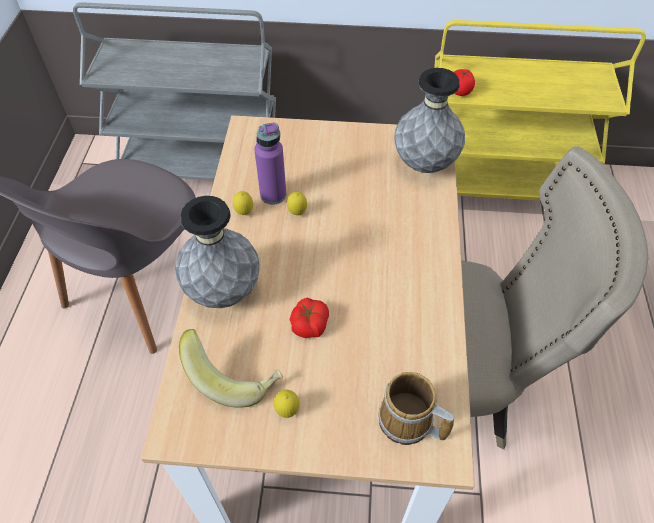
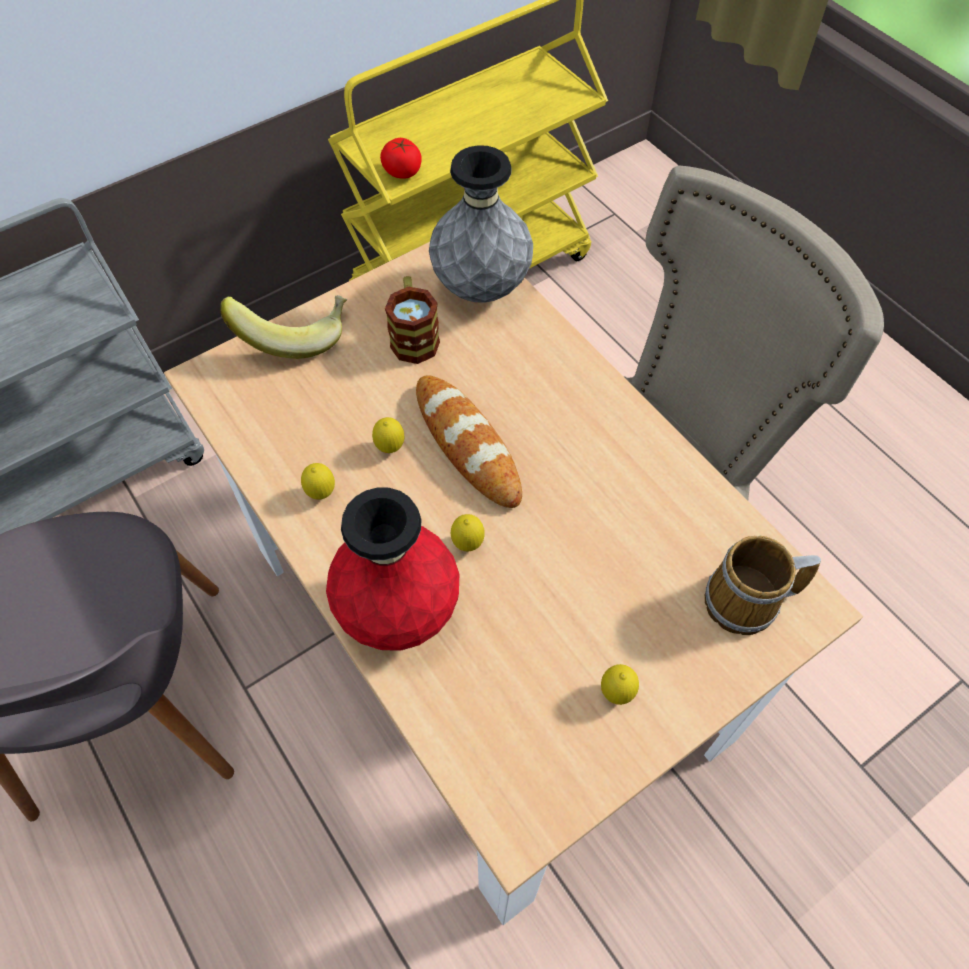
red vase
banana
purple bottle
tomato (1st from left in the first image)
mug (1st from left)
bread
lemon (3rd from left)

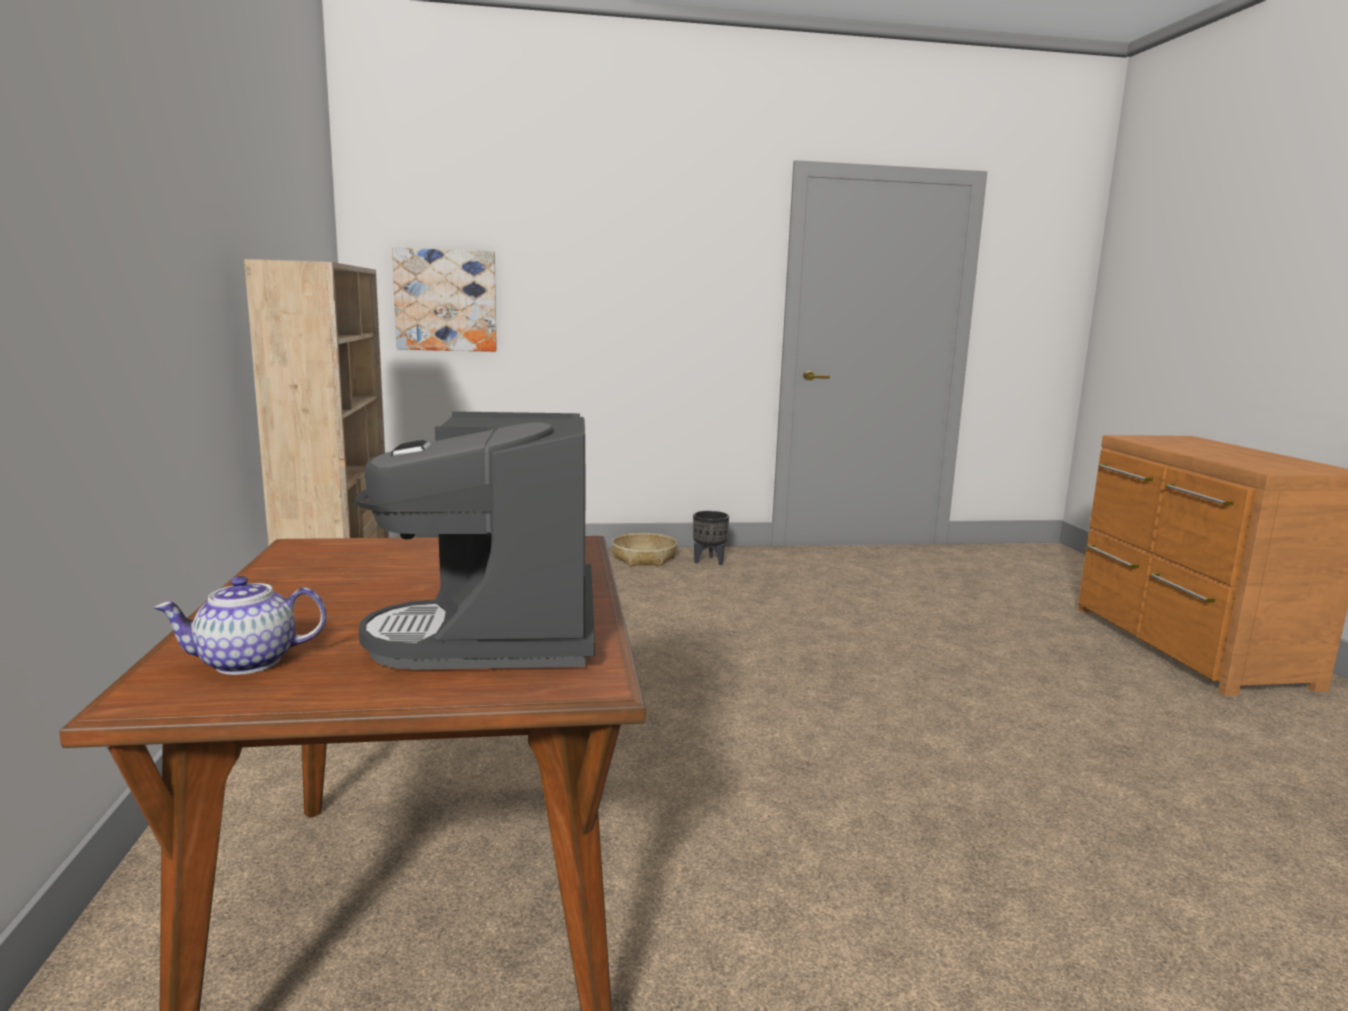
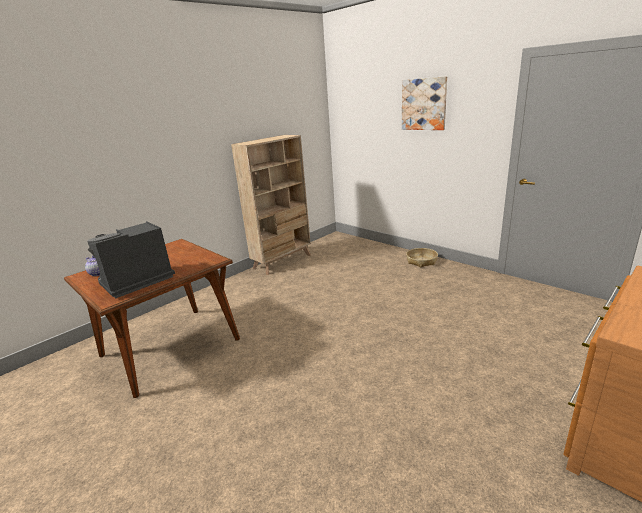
picture
black planter

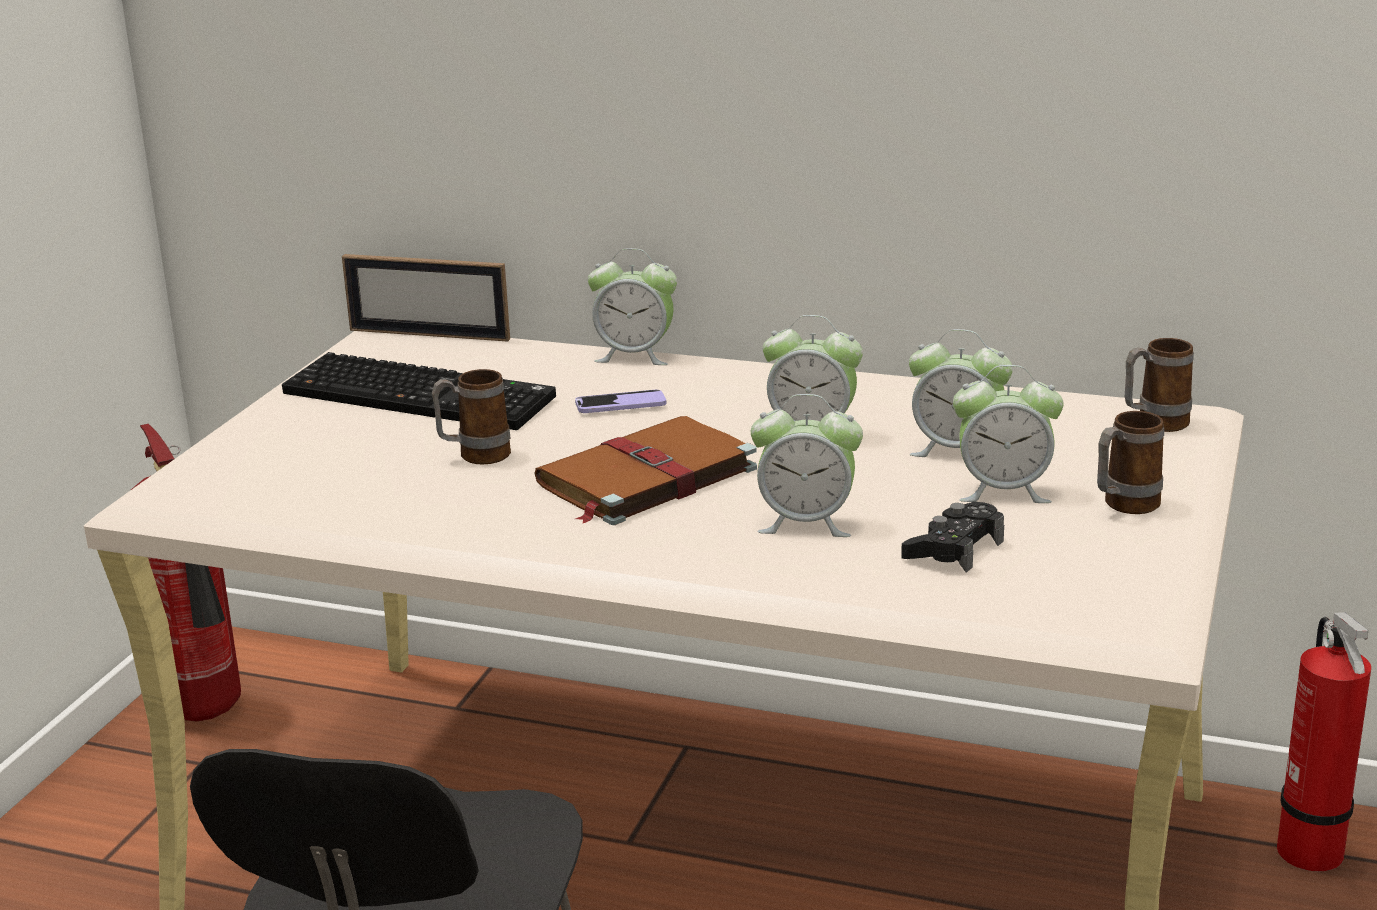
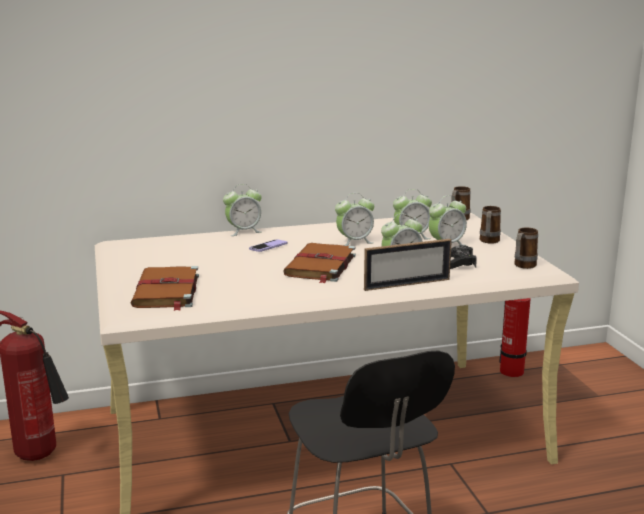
keyboard
picture frame
mug (3rd from left)
brown book (1st from left)

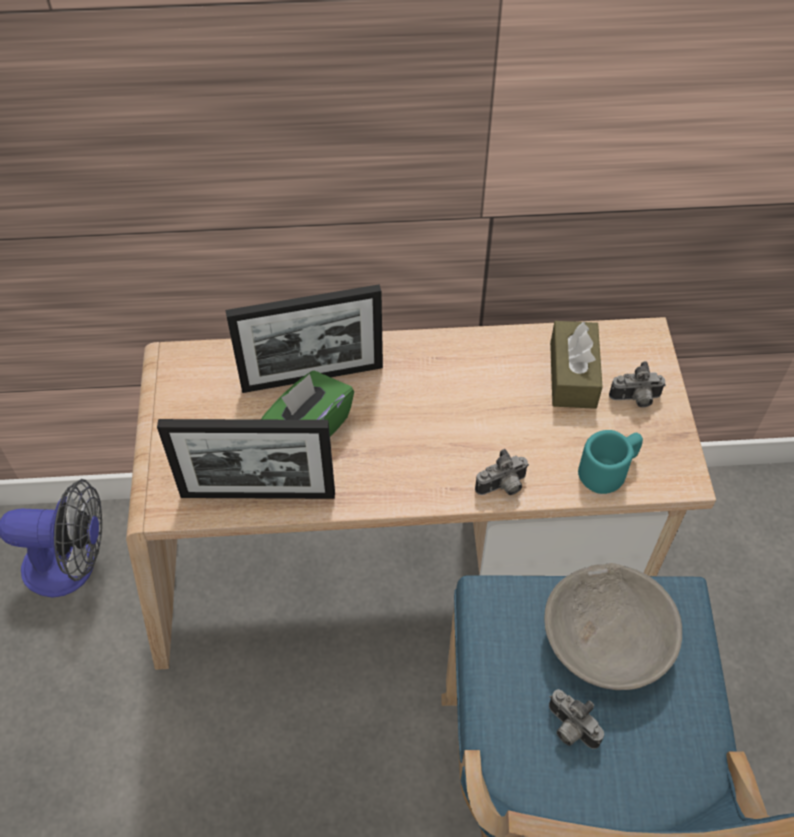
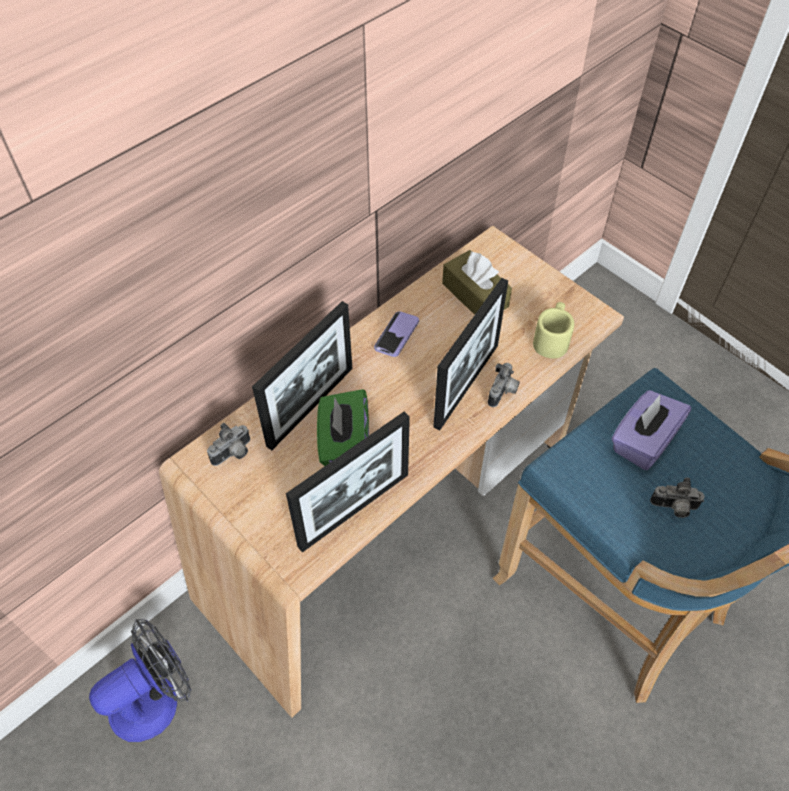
purple tissue box
beige mug
photo camera (1st from left)
phone
picture frame (3rd from left)

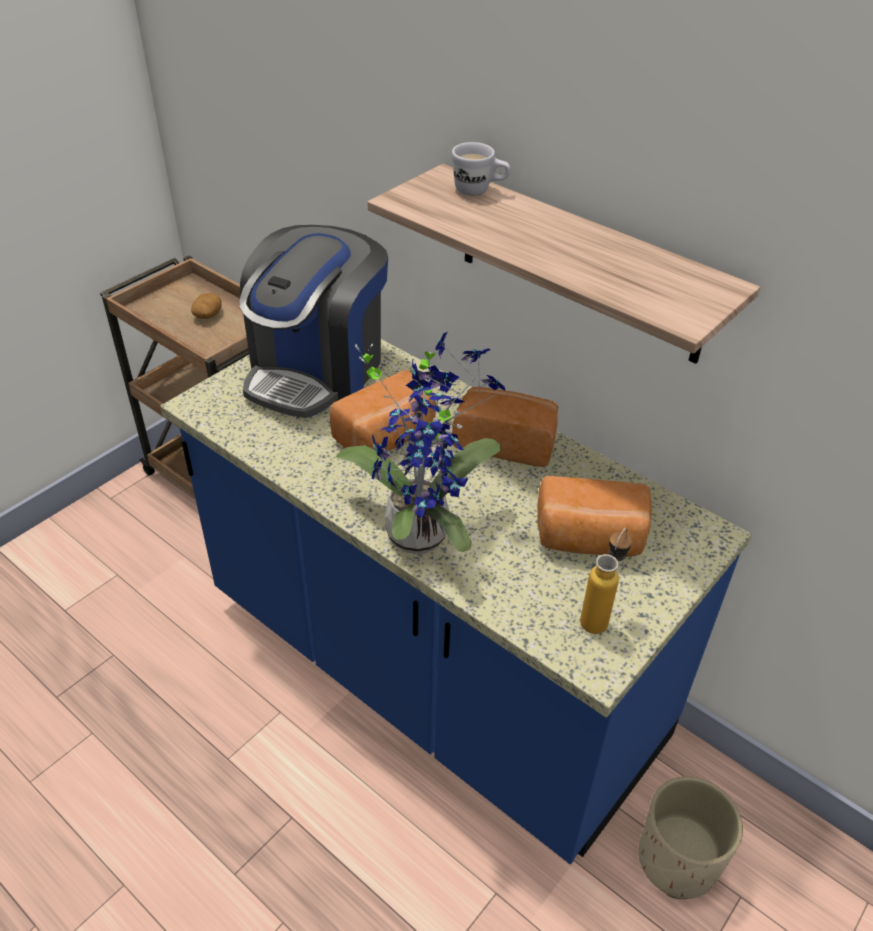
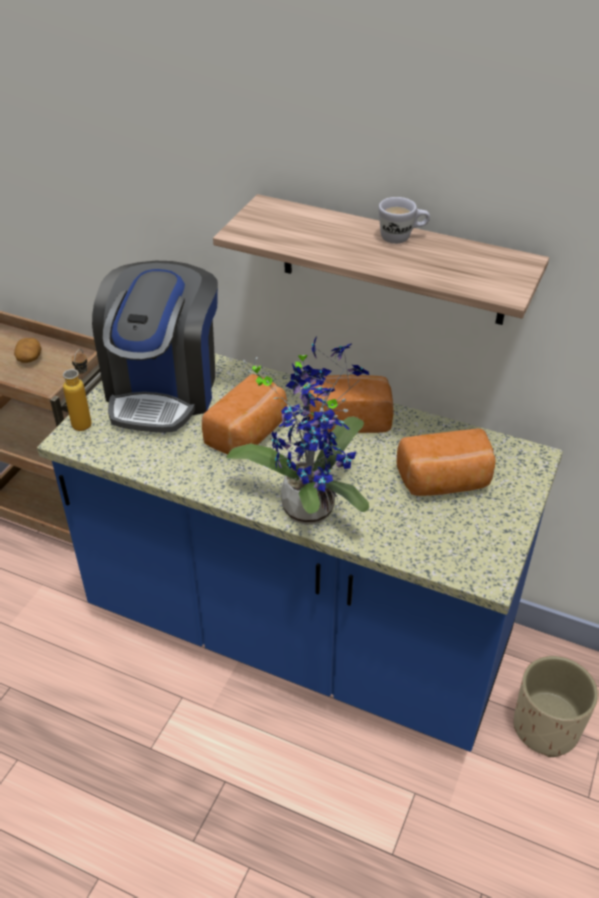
white mug
bottle

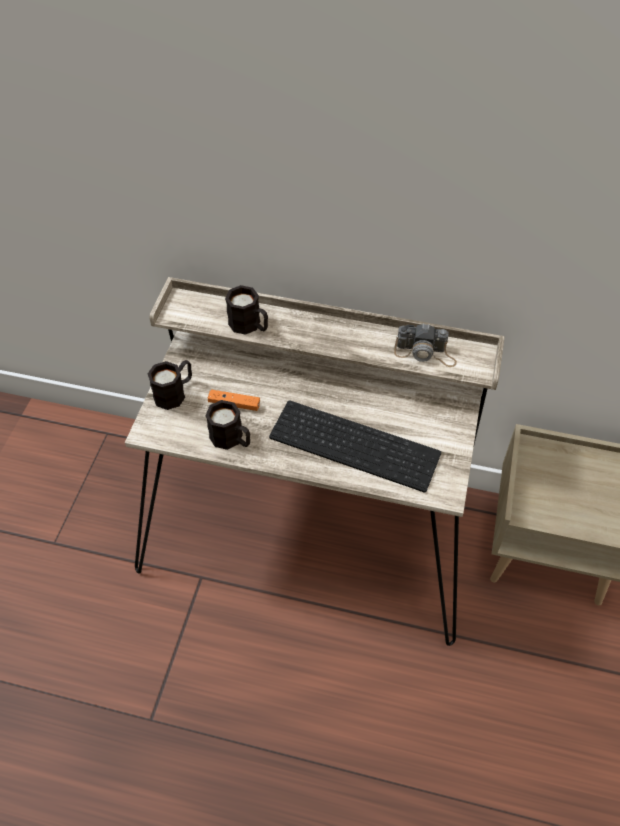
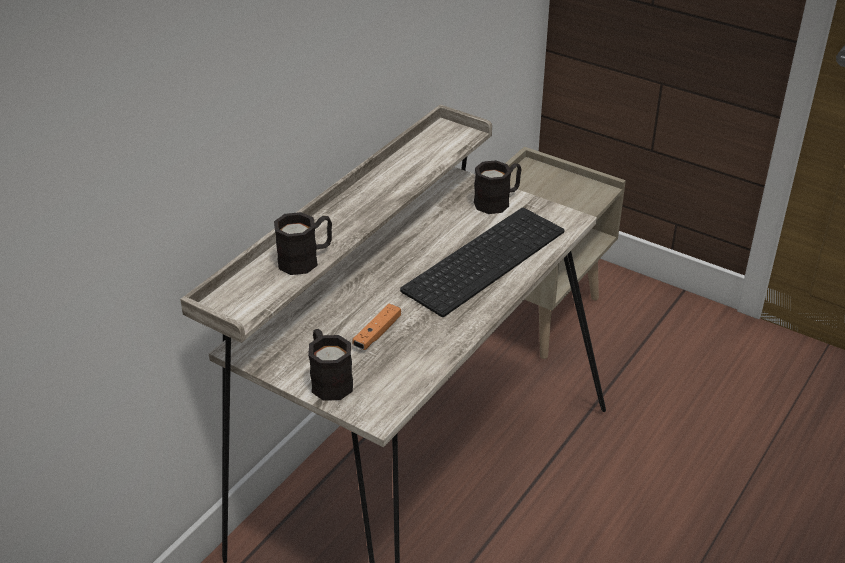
black mug (3rd from left)
photo camera

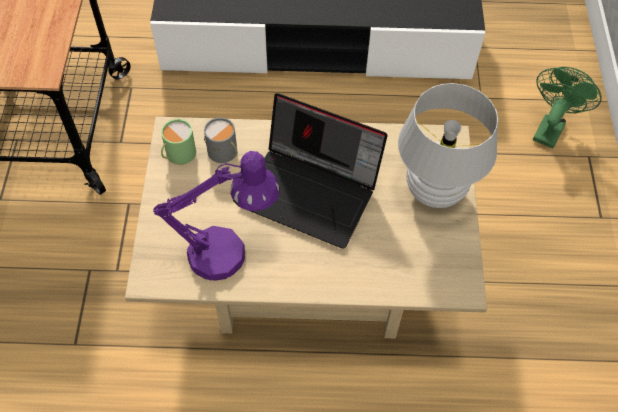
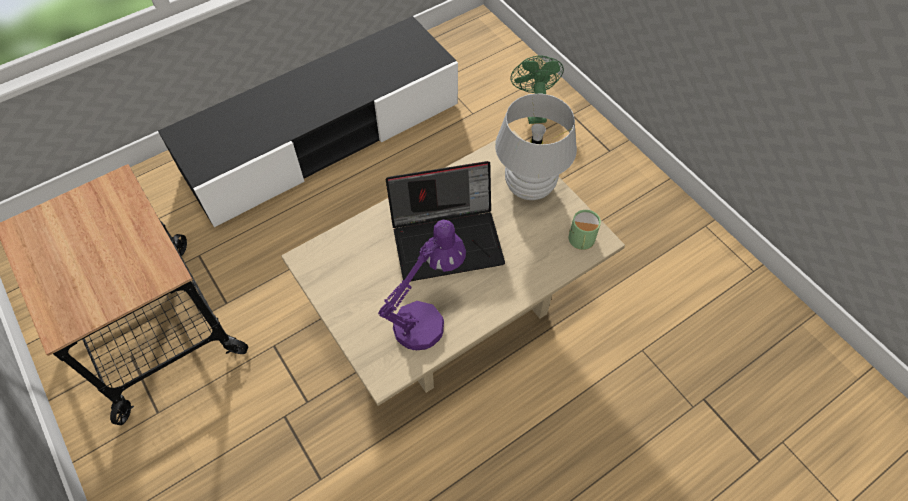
green mug
grey mug

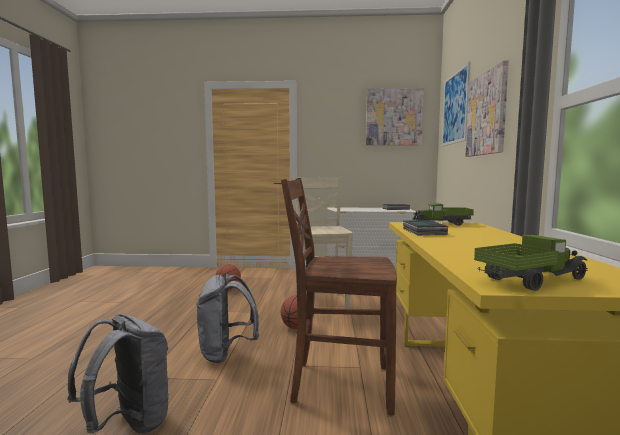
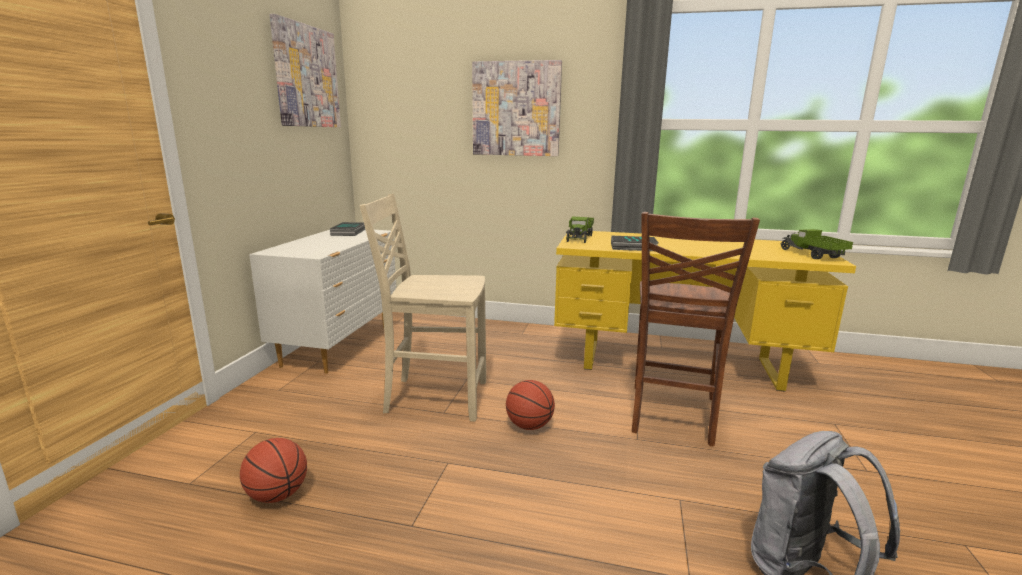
grey backpack (2nd from left in the first image)
picture (2nd from left in the first image)

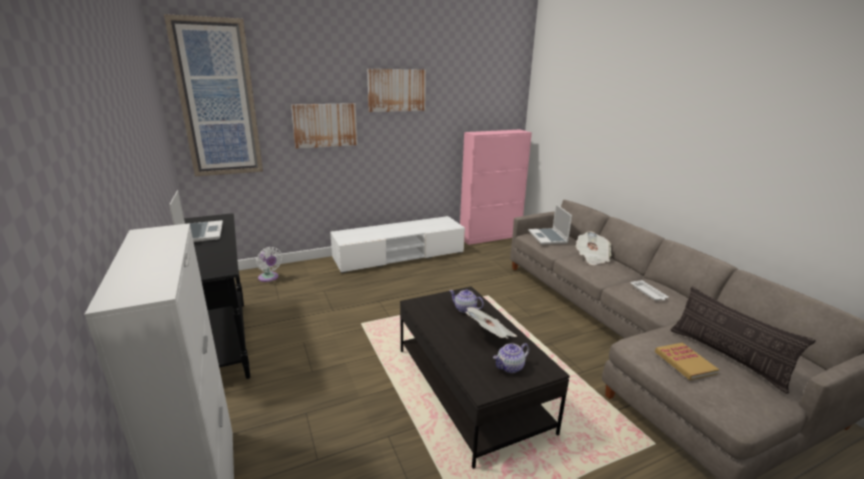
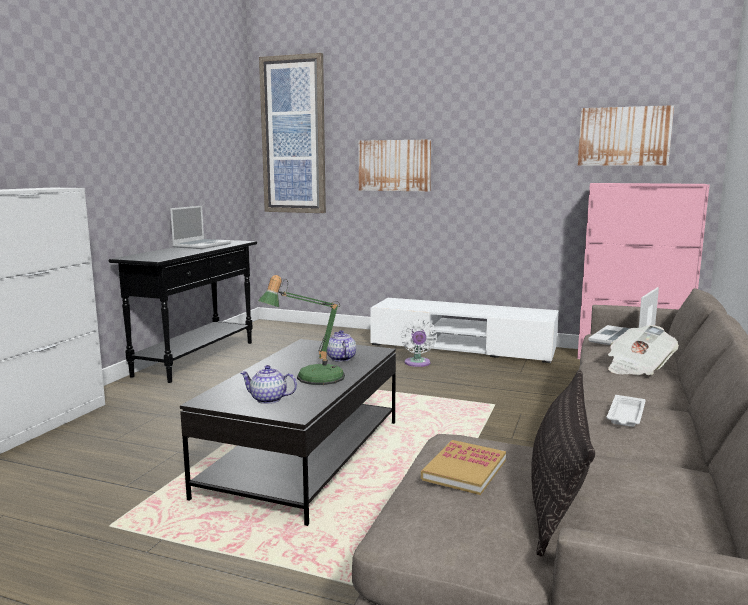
white fan
picture (3rd from left)
table lamp

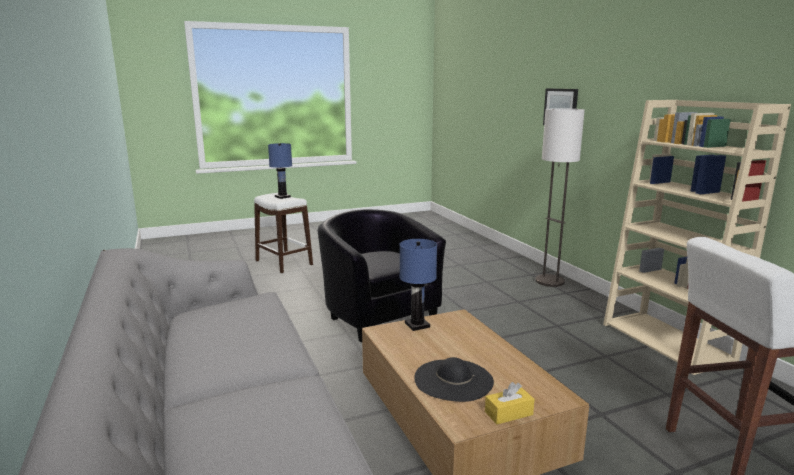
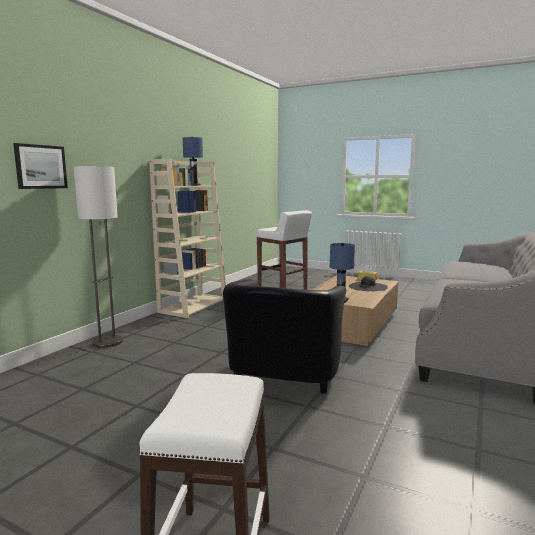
blue table lamp (1st from left)

